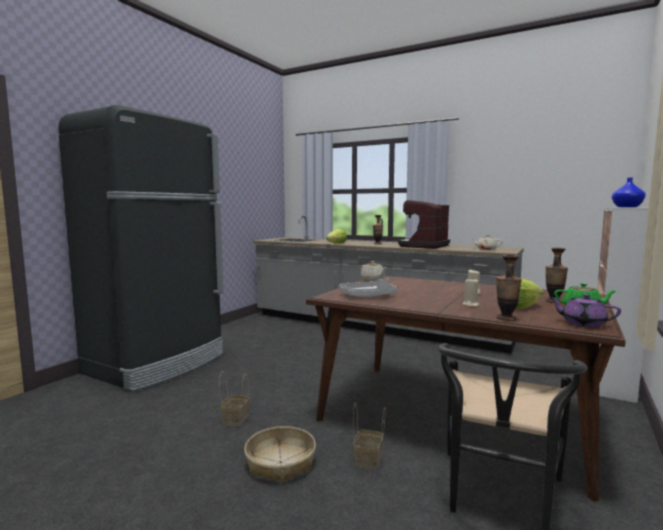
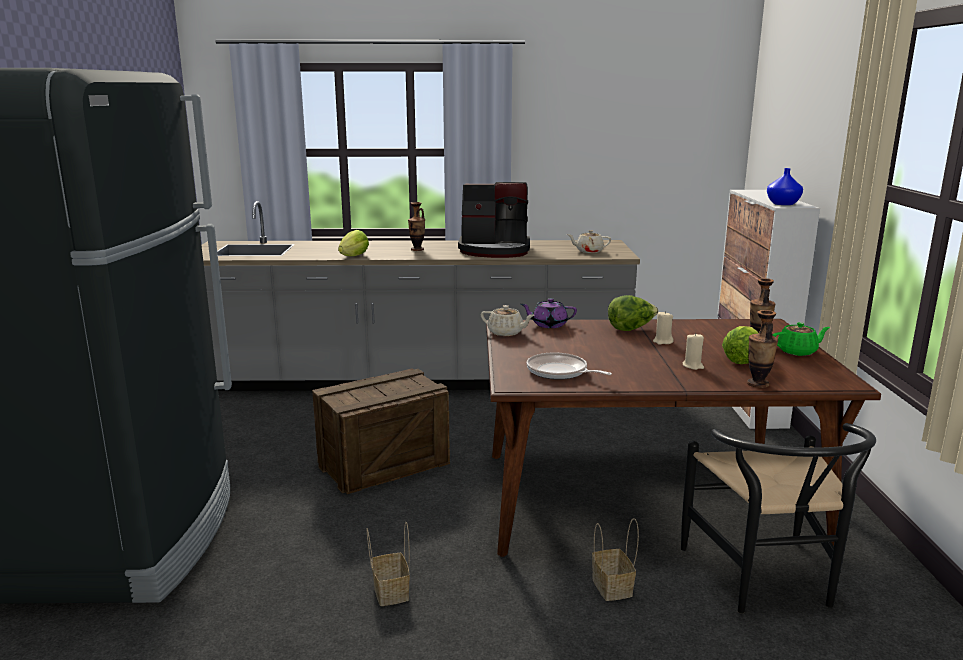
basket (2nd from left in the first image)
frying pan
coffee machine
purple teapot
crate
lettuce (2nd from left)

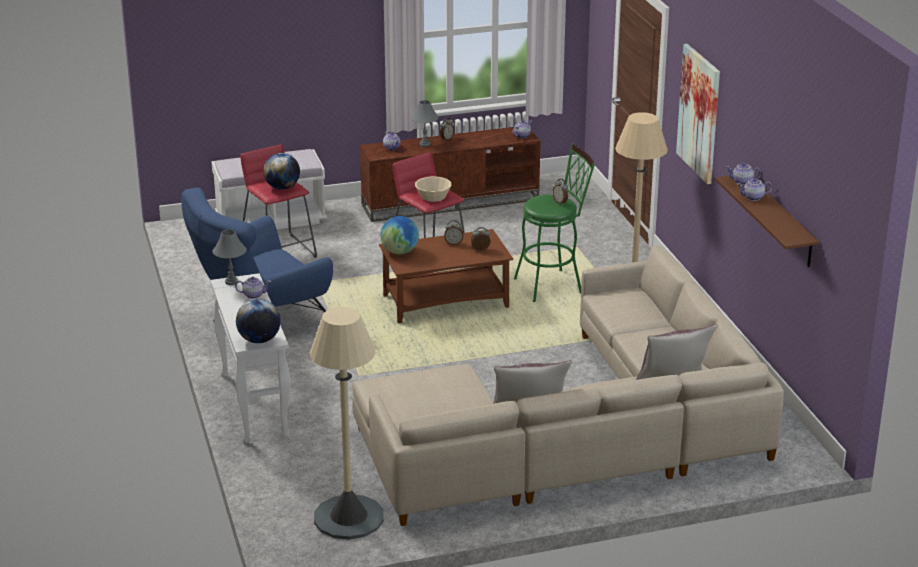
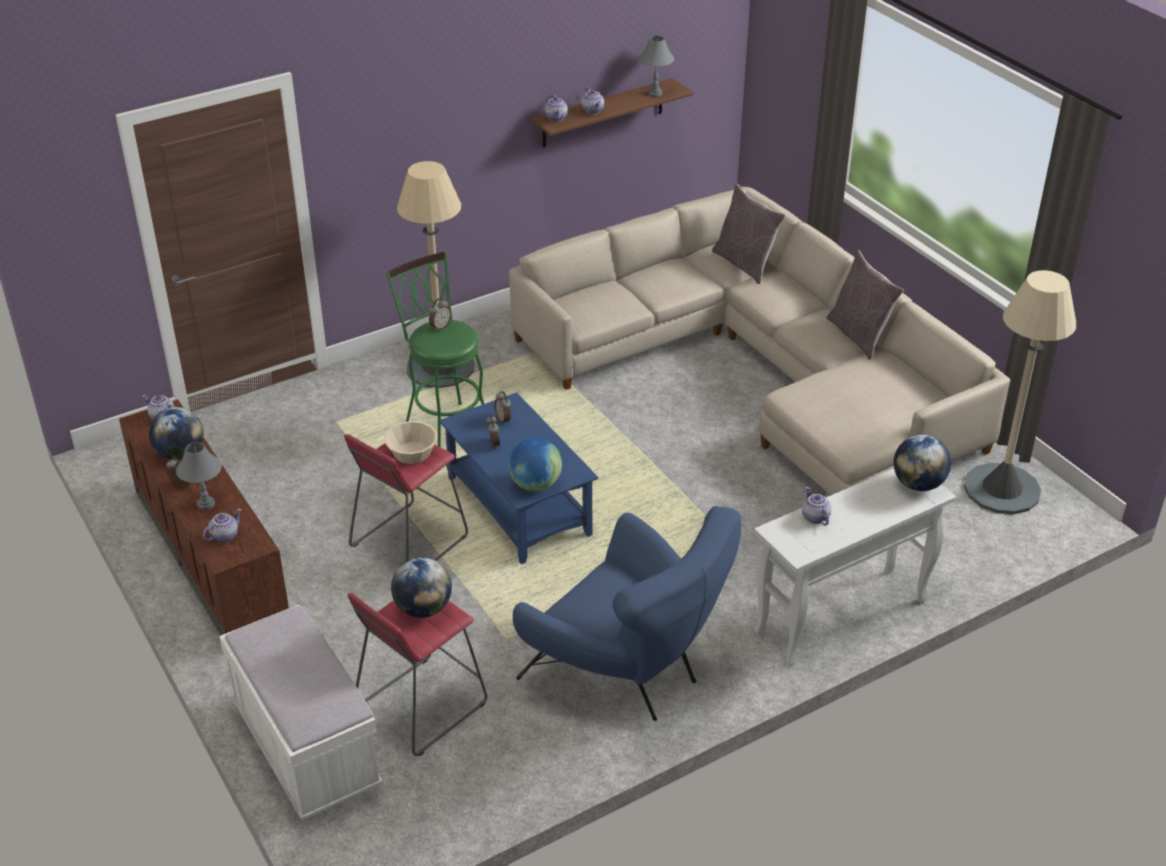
grey table lamp (2nd from left)
blue coffee table
picture
globe (1st from left)

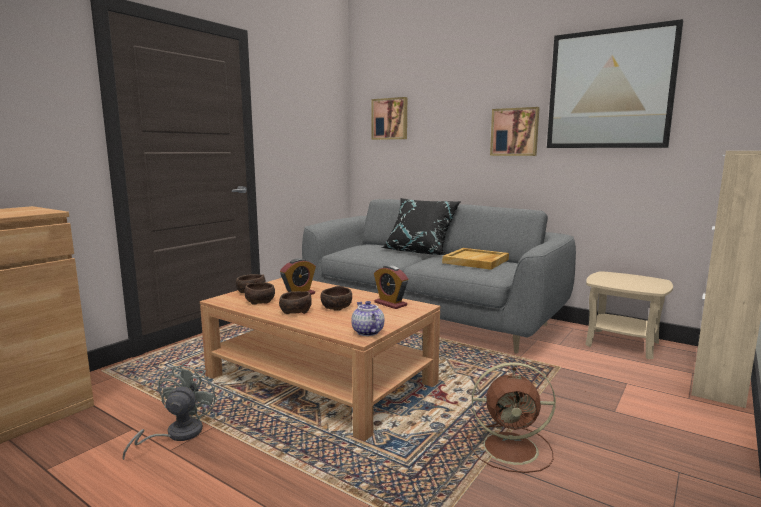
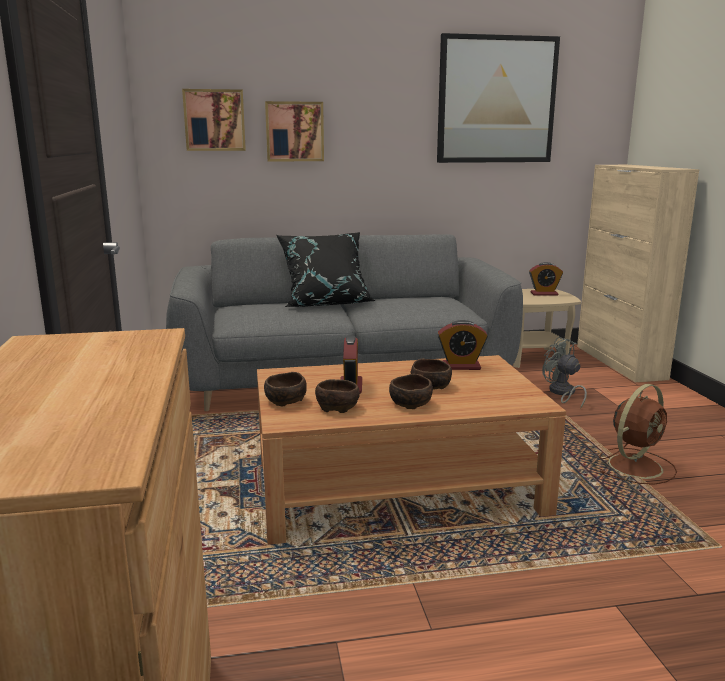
grey fan
teapot
beige tray
picture (2nd from left)
alarm clock (3rd from left)

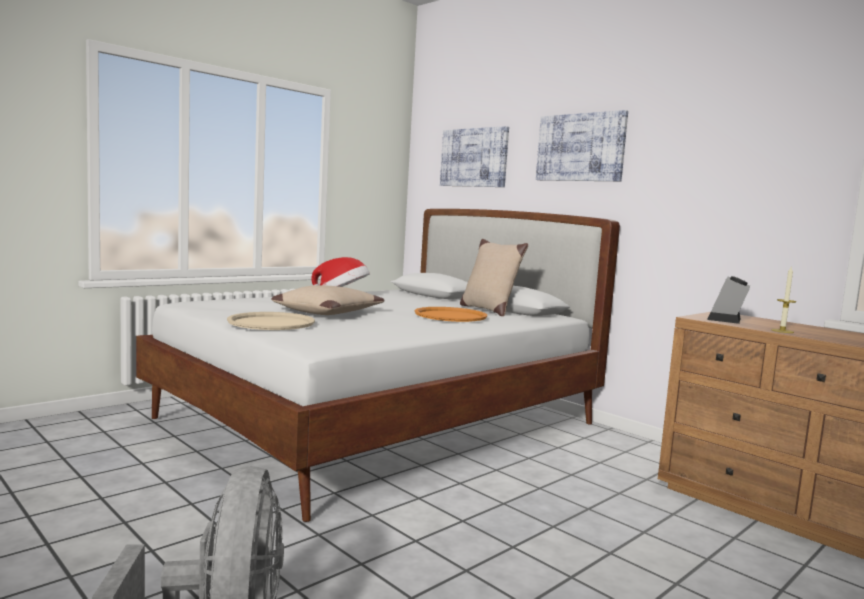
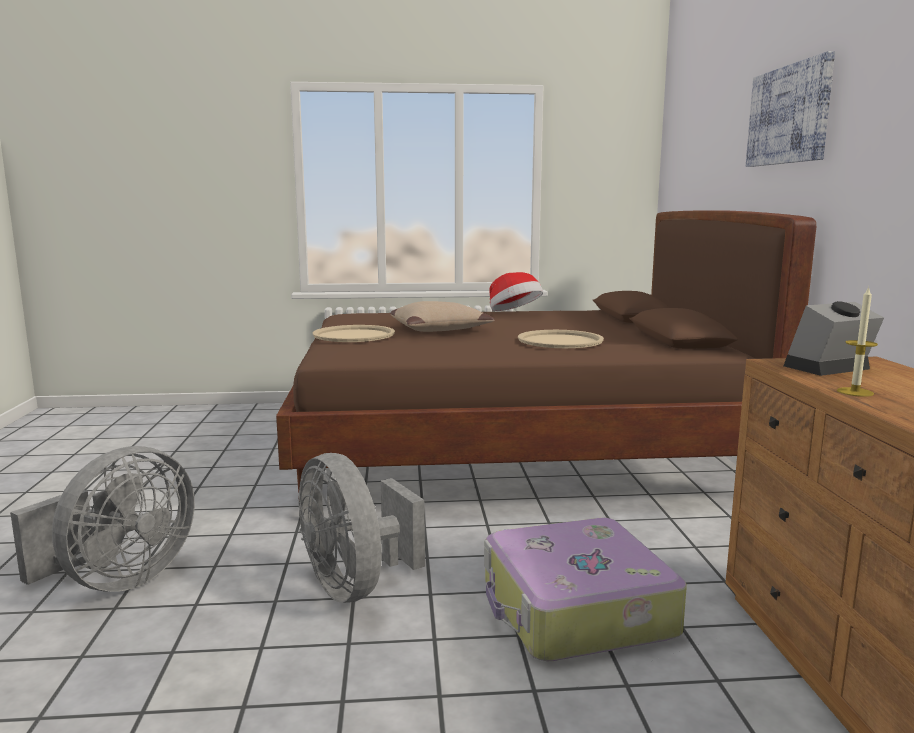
brown bed
beige tray (2nd from left)
picture (1st from left in the first image)
beige pillow (2nd from left in the first image)
grey fan (2nd from left)
suitcase

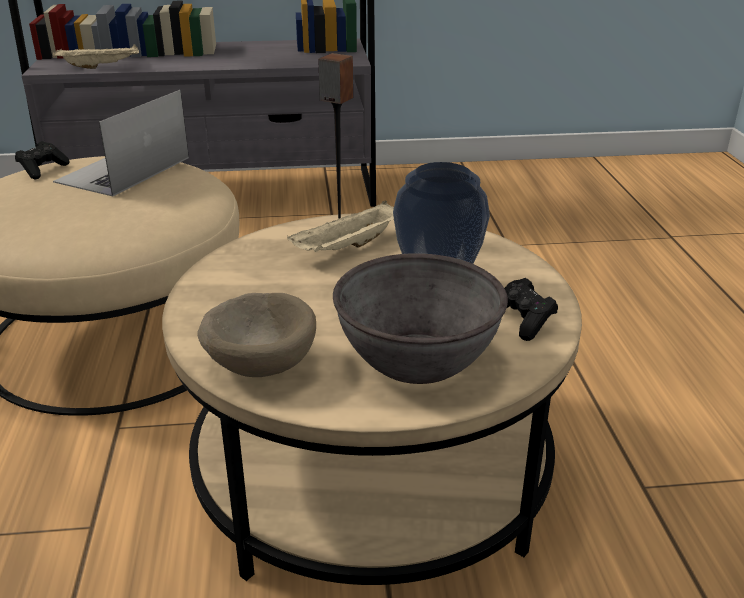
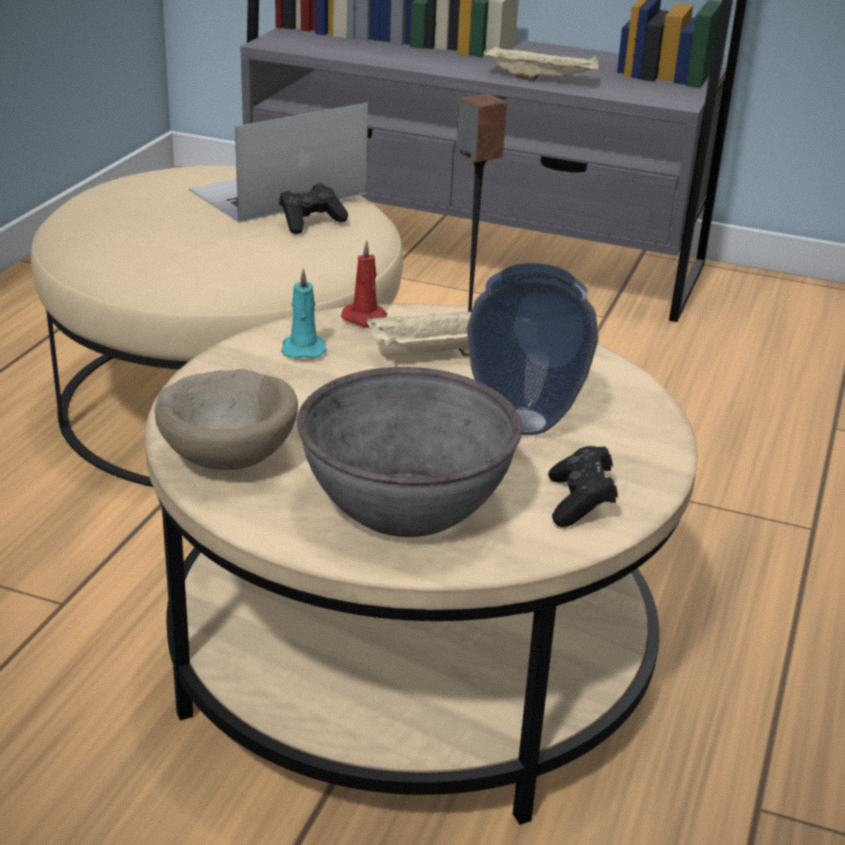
black game controller (1st from left)
beige tray (2nd from left)
turquoise candle
red candle

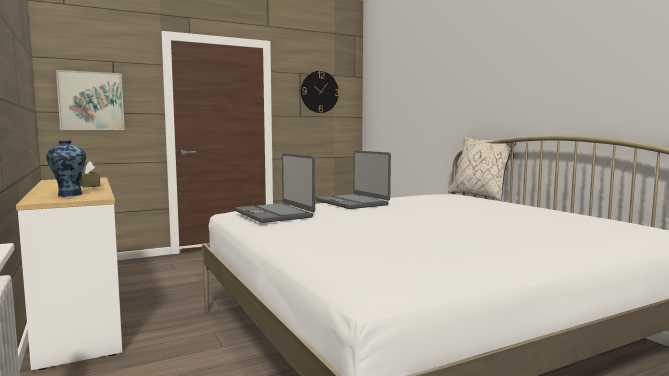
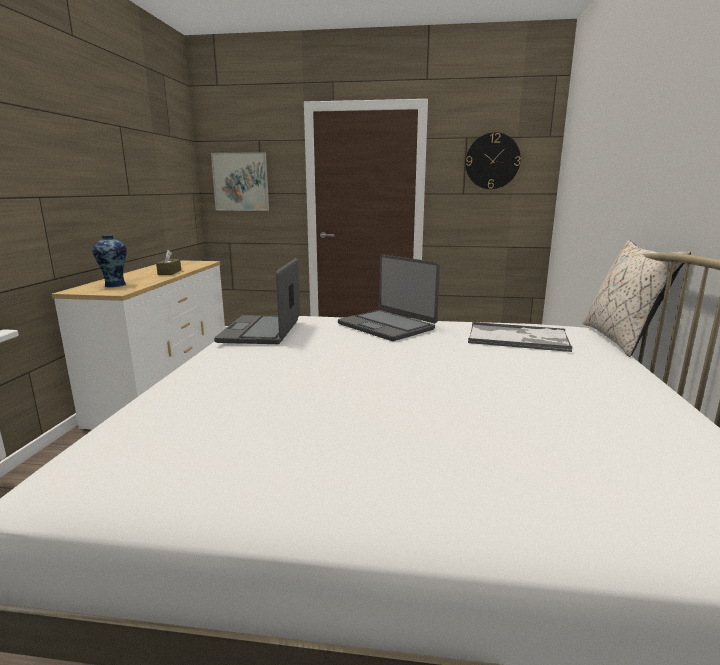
laptop (2nd from left)
tray

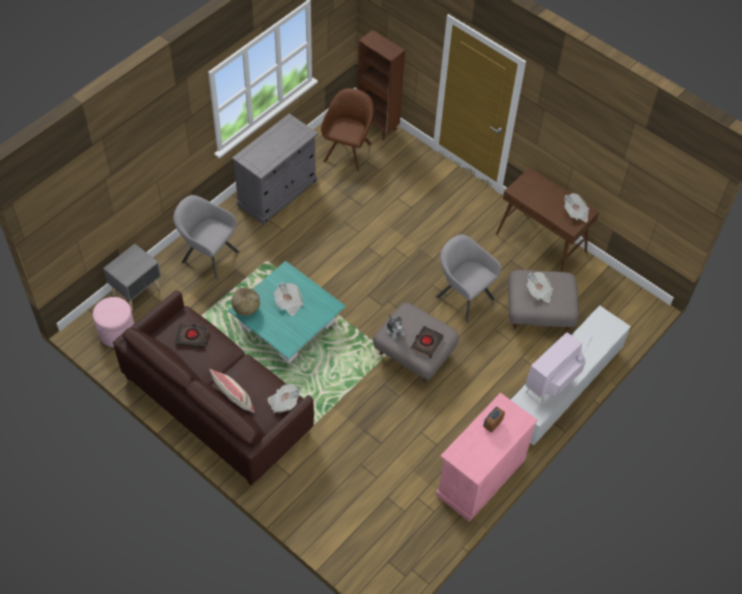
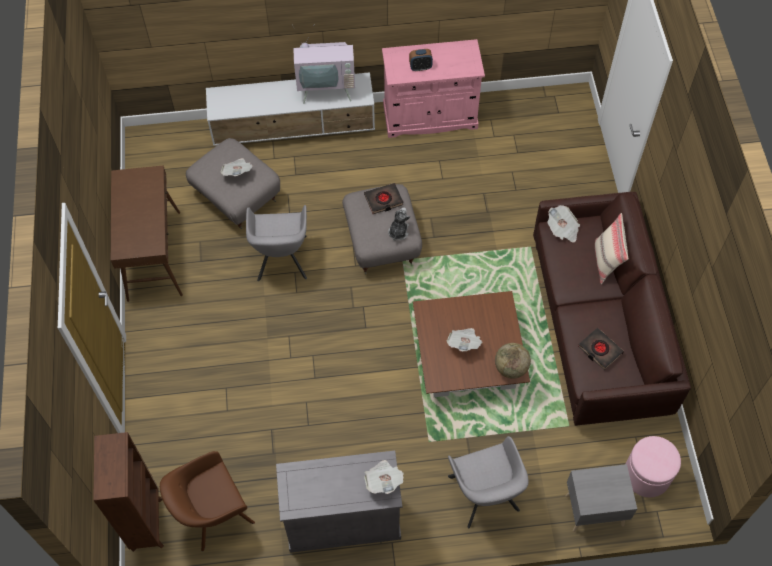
brown coffee table
newspaper (2nd from left)

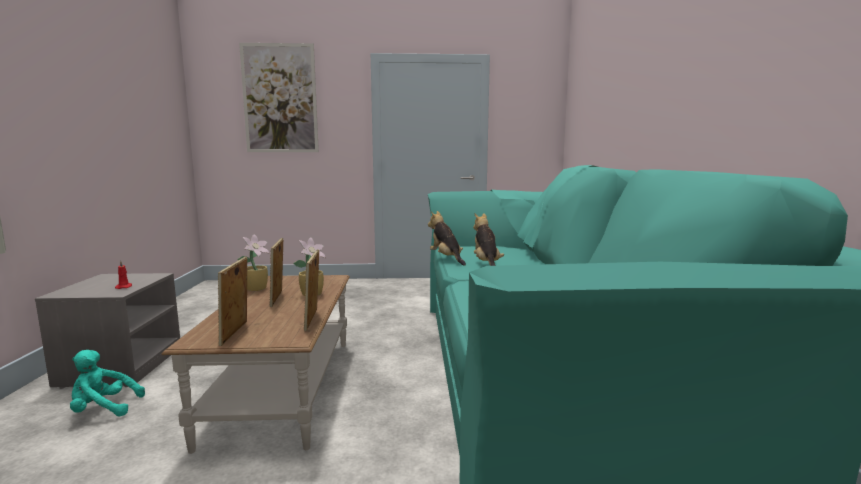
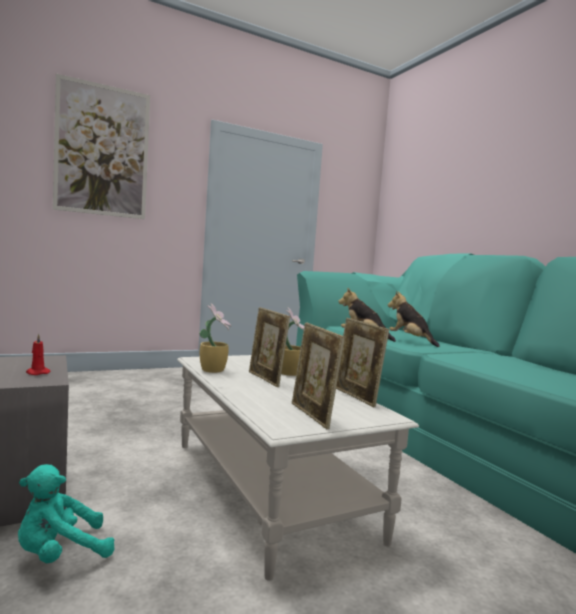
white coffee table

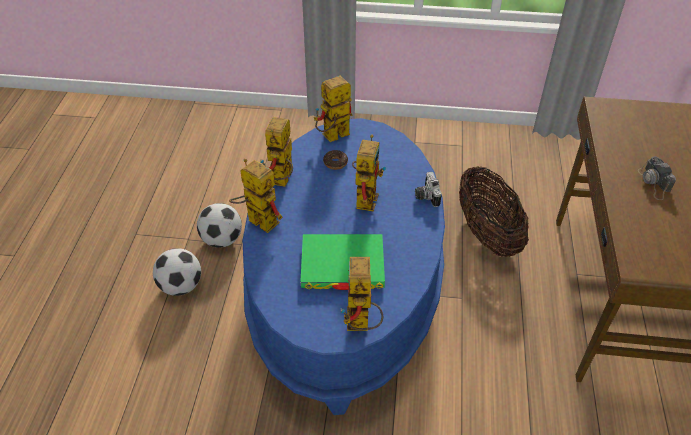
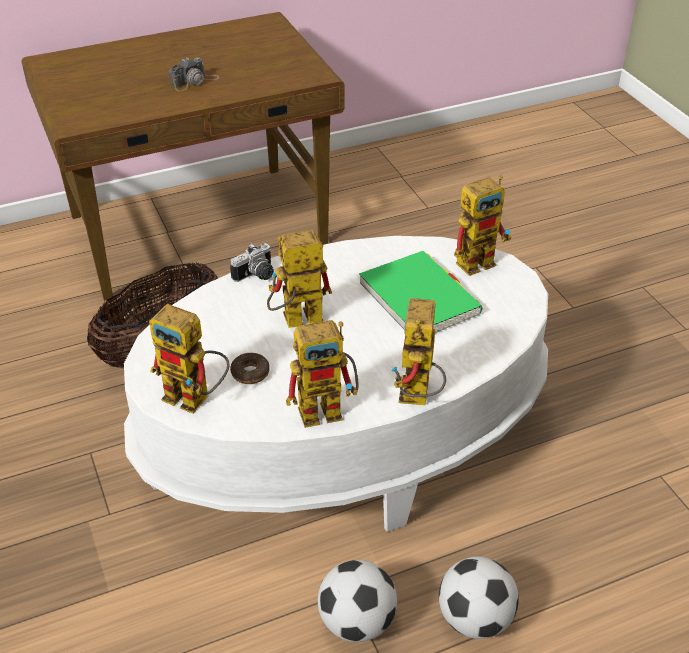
white coffee table

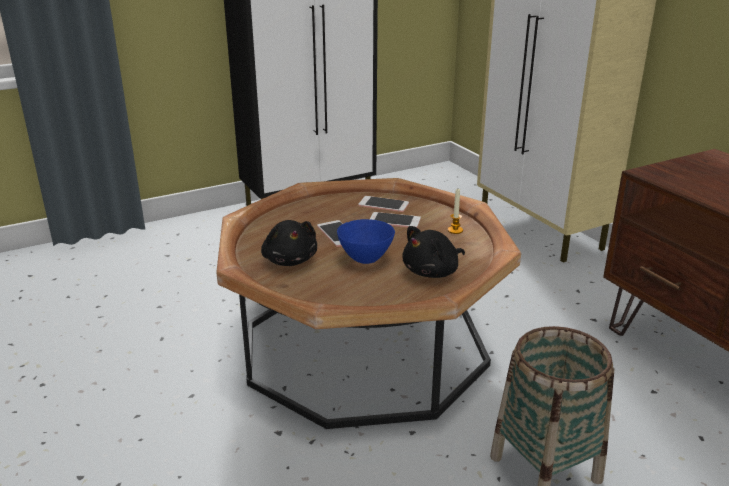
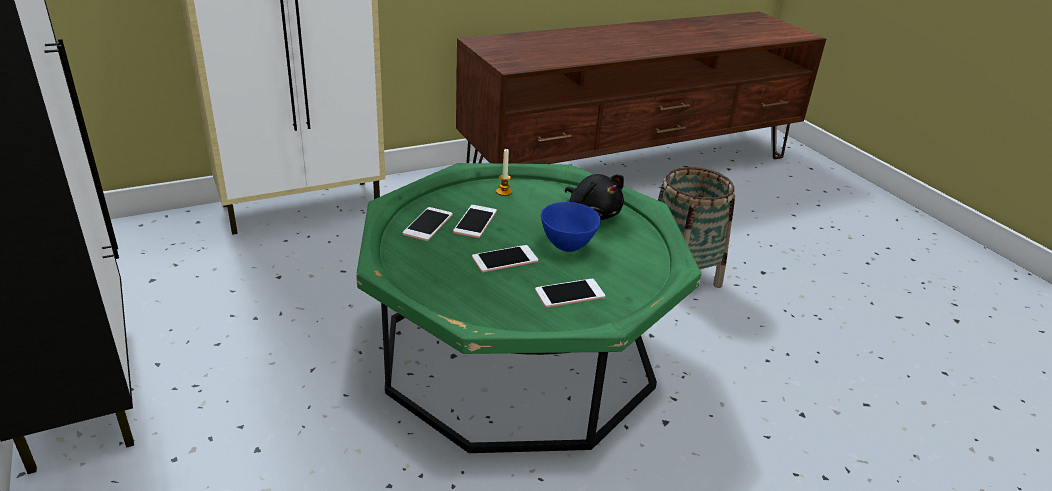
green coffee table
phone (4th from left)

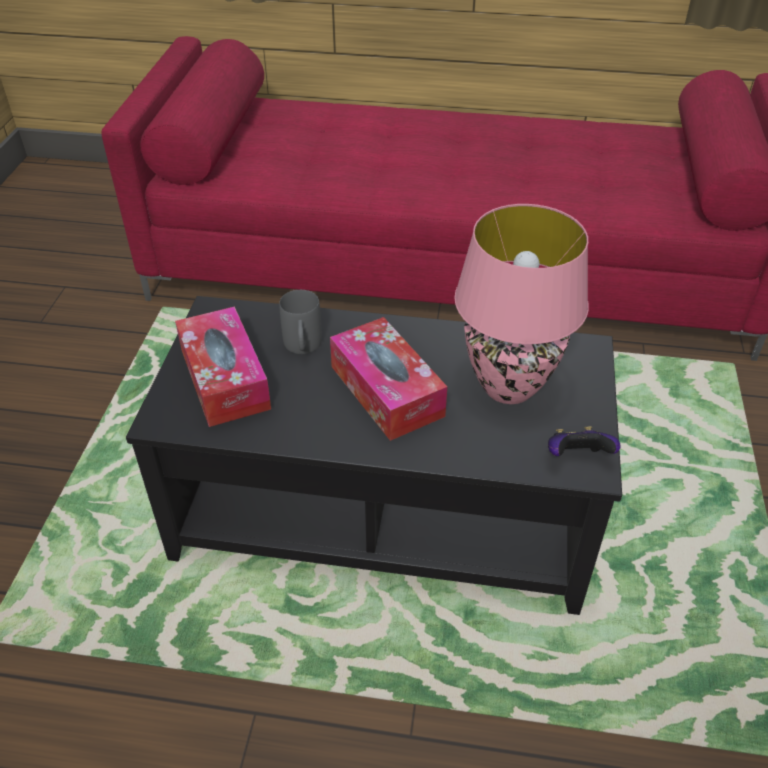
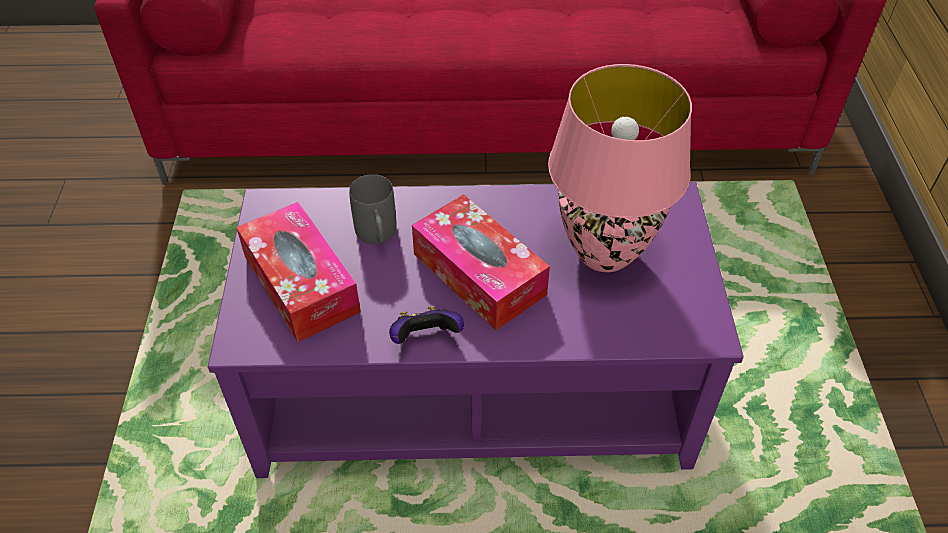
purple coffee table
game controller

